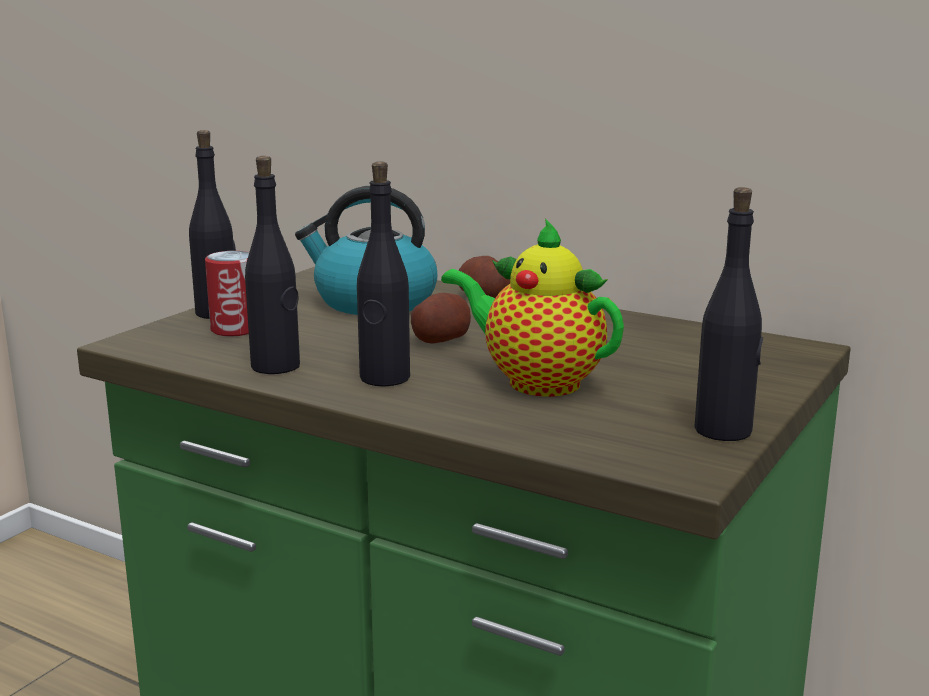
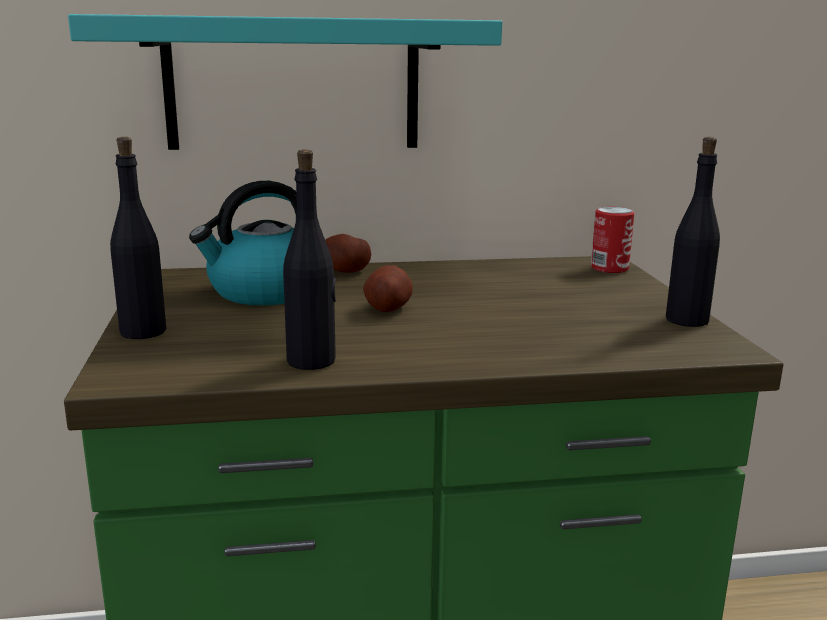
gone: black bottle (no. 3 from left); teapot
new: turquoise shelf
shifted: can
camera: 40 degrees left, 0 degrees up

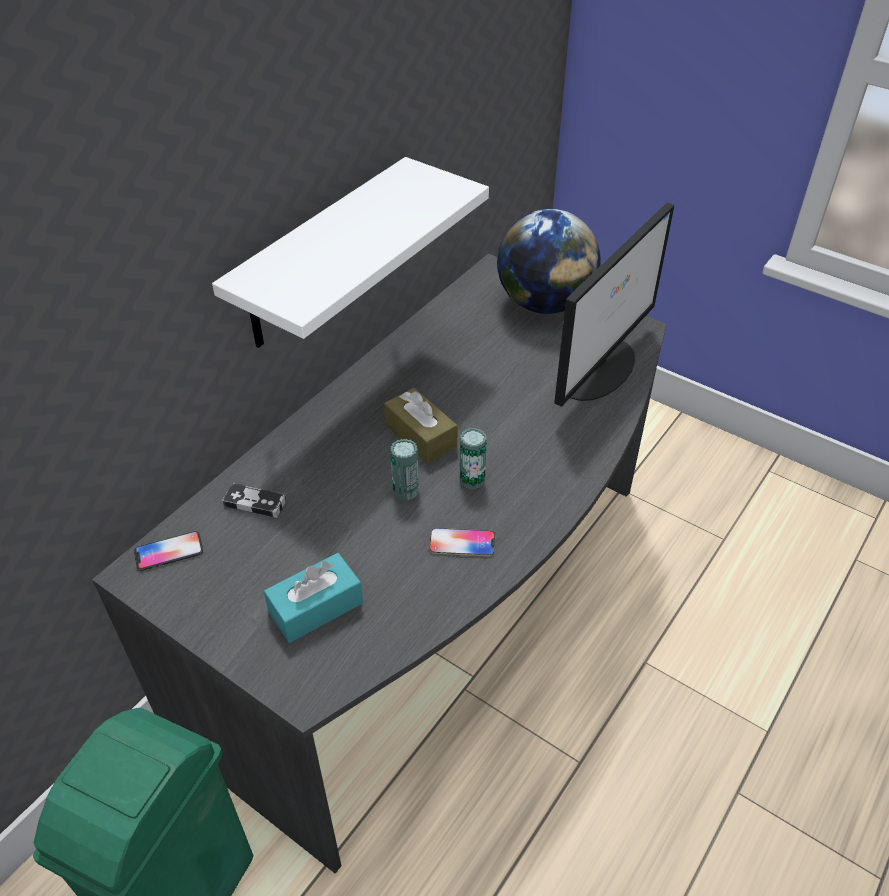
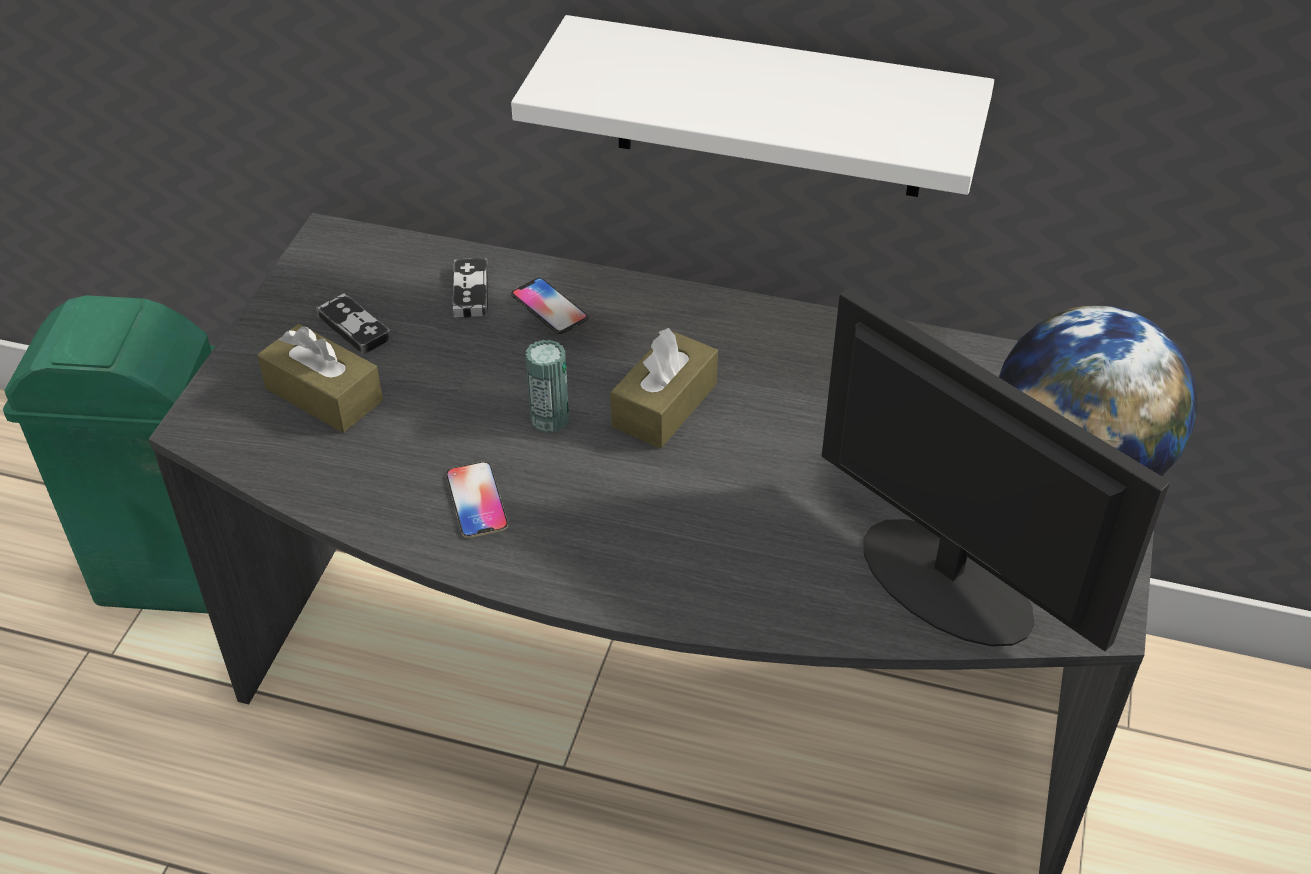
gone: can (no. 2 from left)
new: game controller (no. 1 from left)
shifted: phone (no. 1 from left in the first image) to phone (no. 2 from left)
repainted: turquoise tissue box to brown tissue box (no. 1 from left)
rotated: monitor 150 degrees counterclockwise
camera: 70 degrees right, 0 degrees up

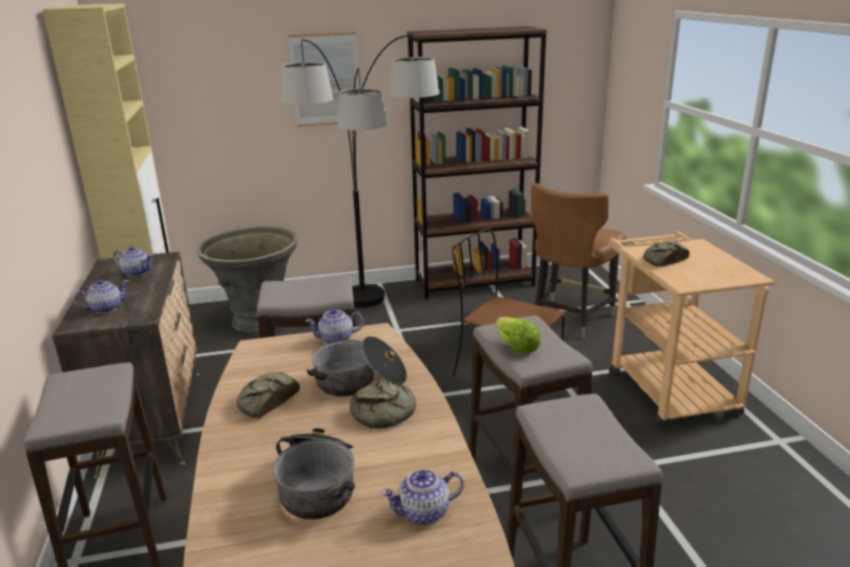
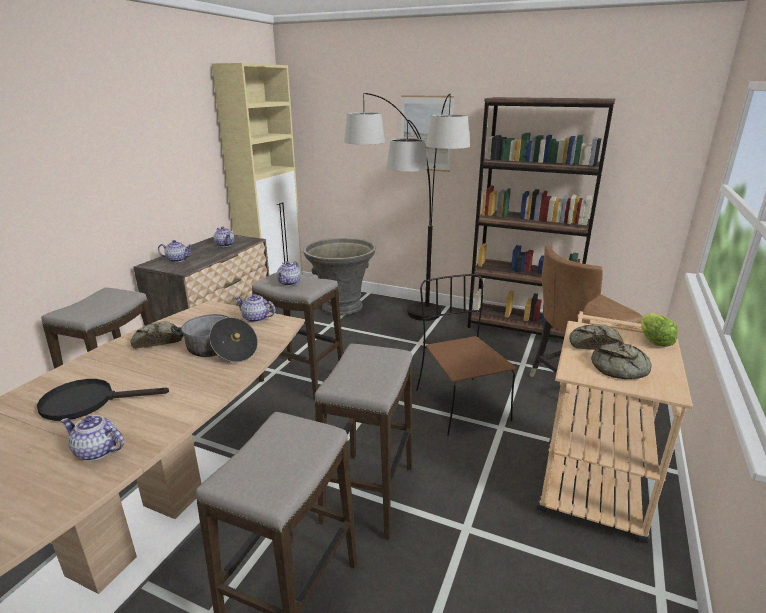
new: teapot (no. 5 from left)
shifted: lettuce; bread (no. 2 from left in the first image) to bread (no. 3 from left)
swapped: cooking pot (no. 1 from left) to black frying pan
camera: 35 degrees right, 0 degrees up

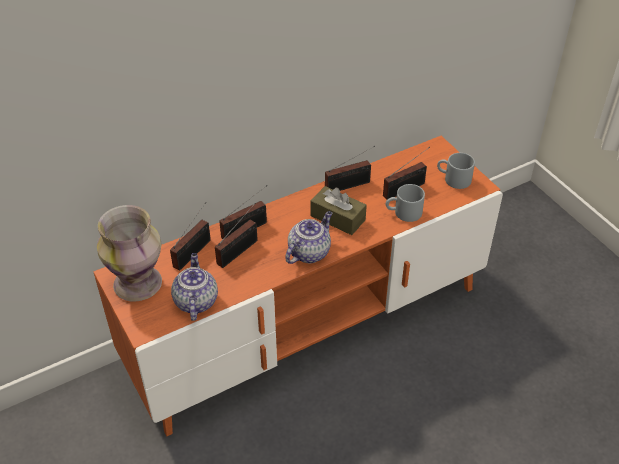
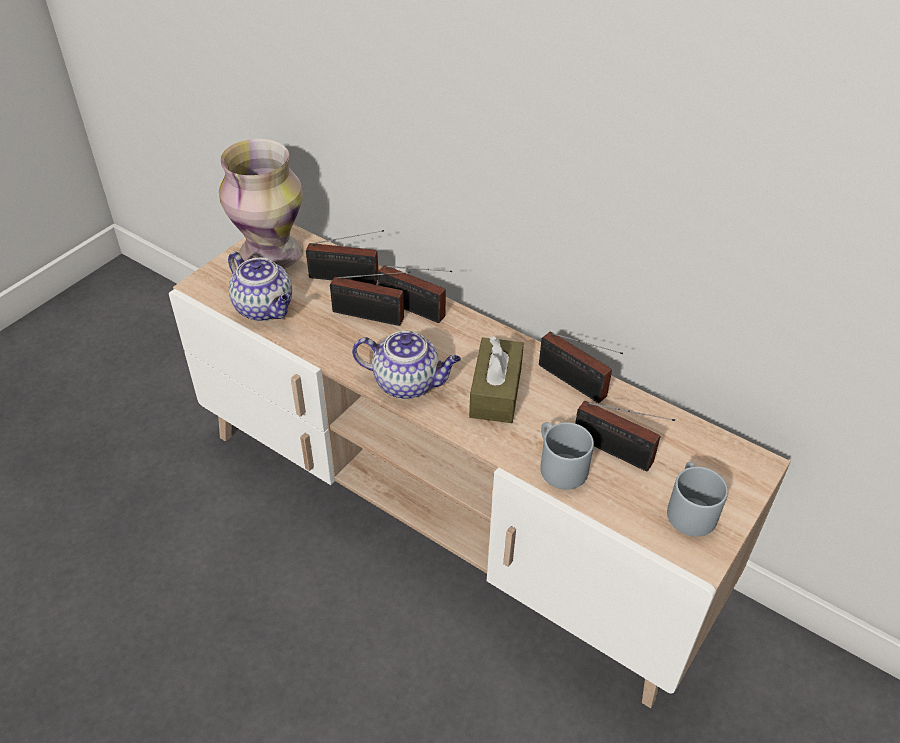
repainted: orange tv stand to beige tv stand
rotated: teapot (no. 1 from left) 75 degrees clockwise
camera: 65 degrees right, 0 degrees up

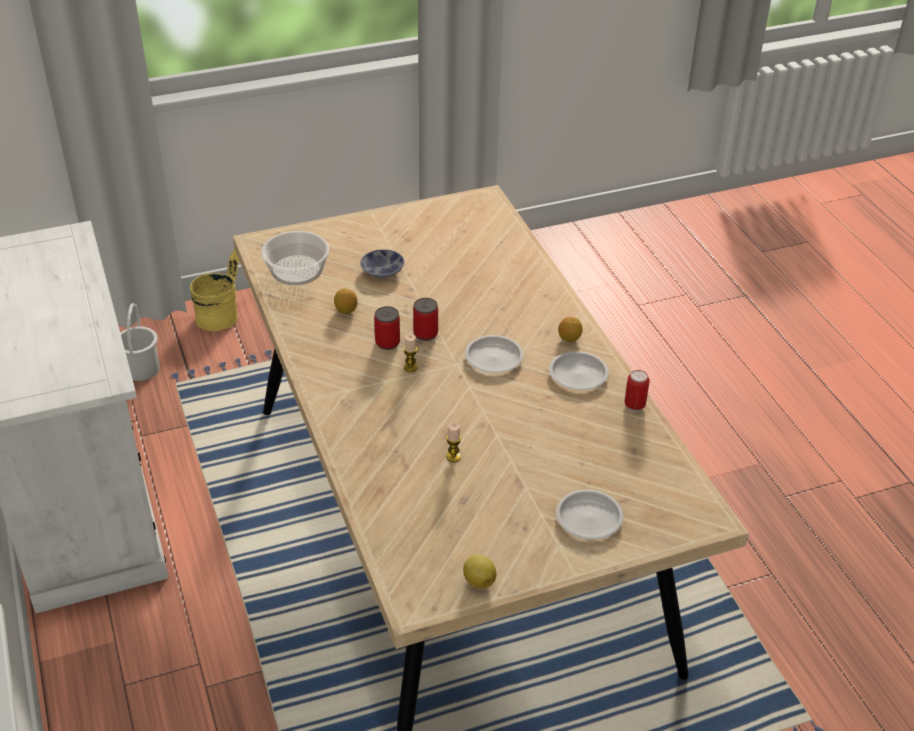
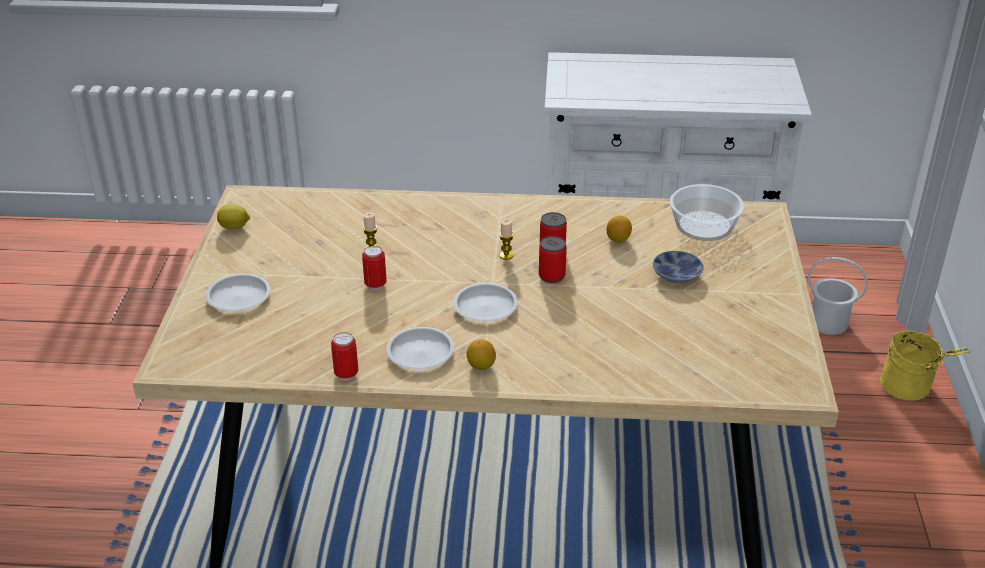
new: can (no. 2 from left)
camera: 115 degrees right, 5 degrees down

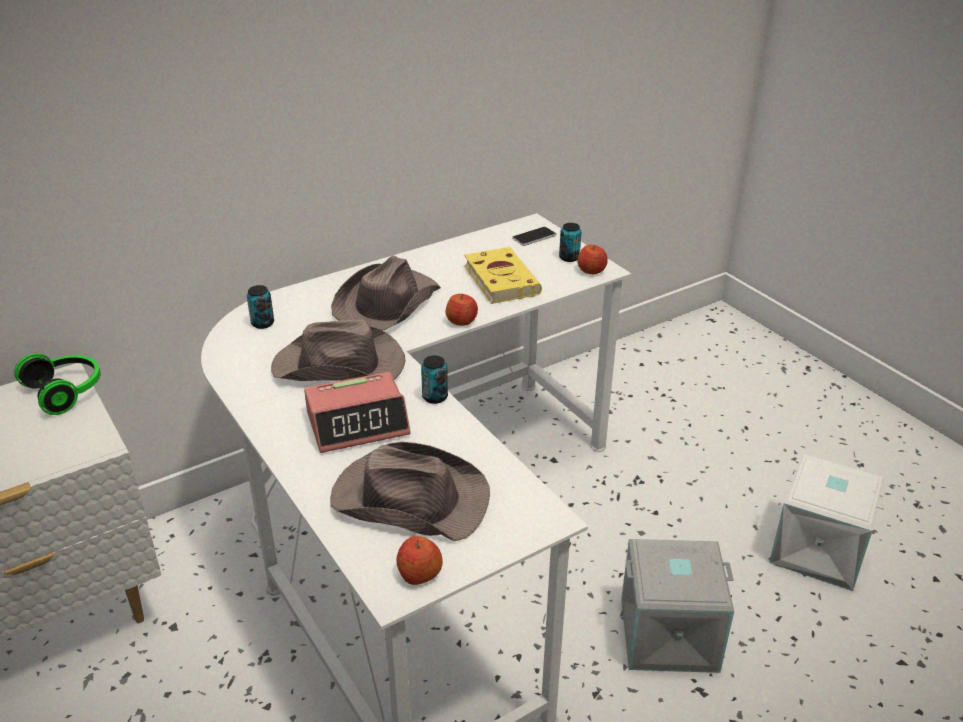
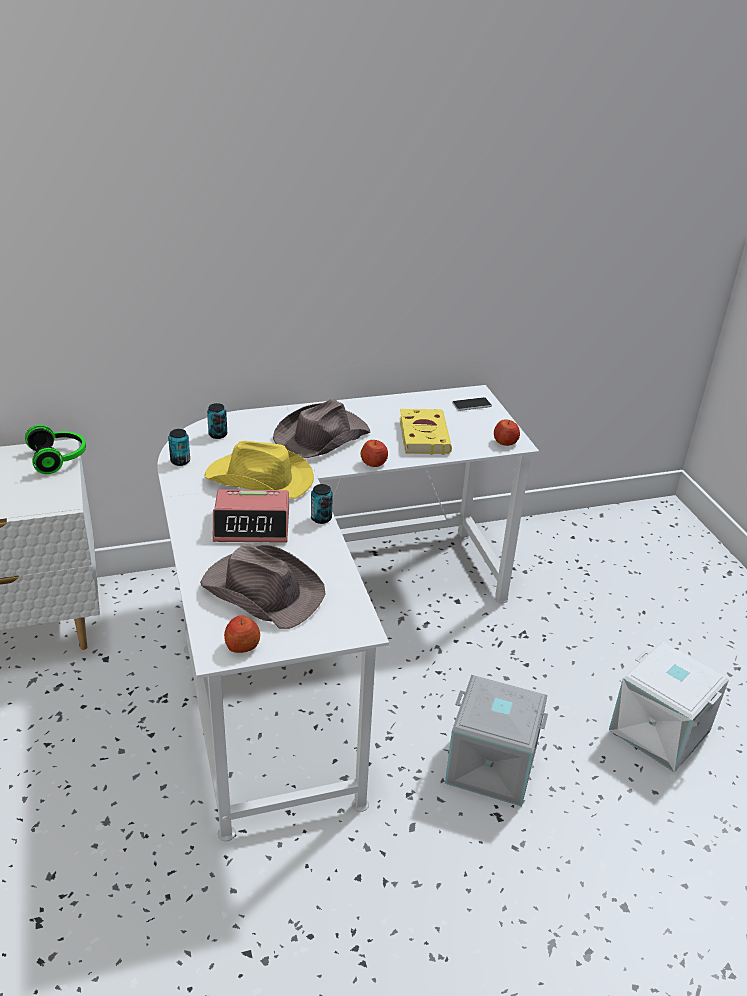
shifted: can (no. 3 from left in the first image) to can (no. 1 from left)
repainted: brown hat (no. 1 from left) to yellow hat
camera: 15 degrees right, 0 degrees up

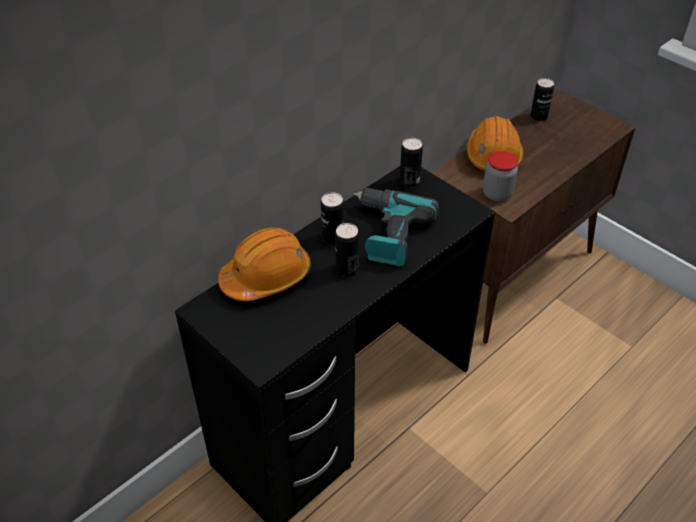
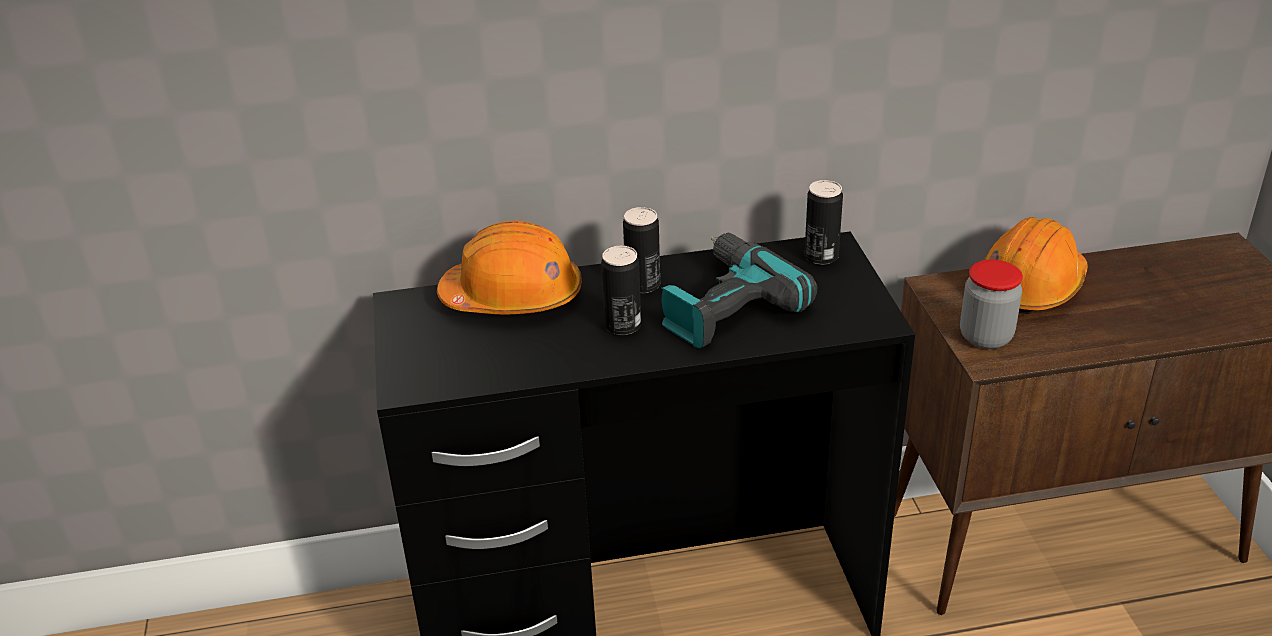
gone: can (no. 4 from left)
camera: 35 degrees right, 10 degrees down

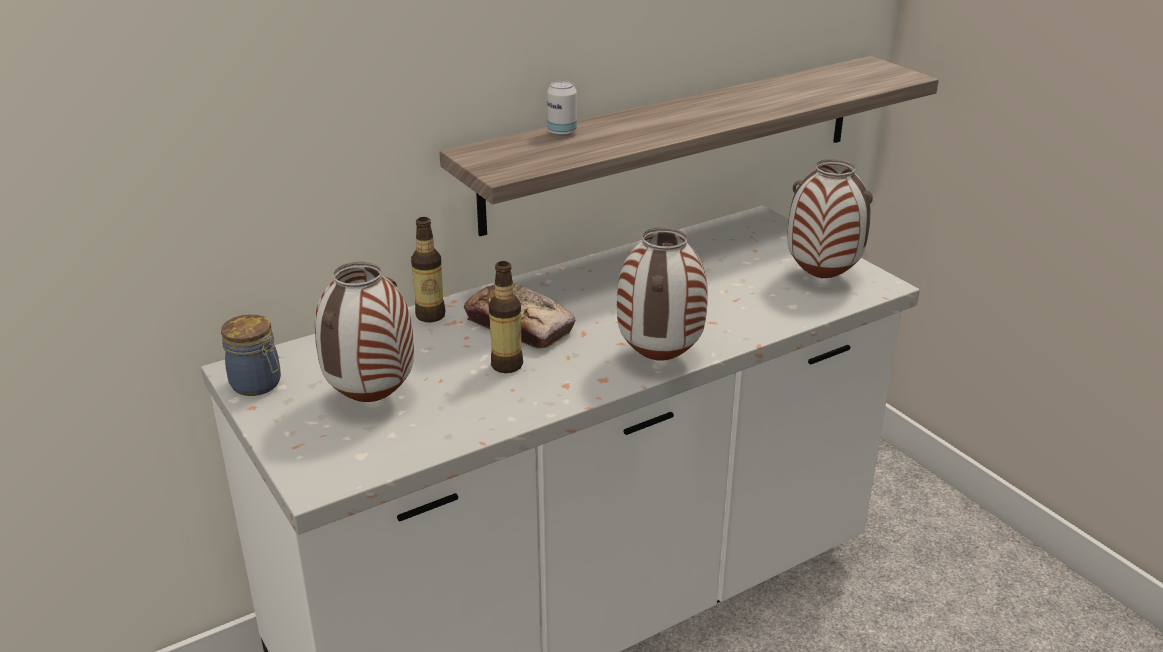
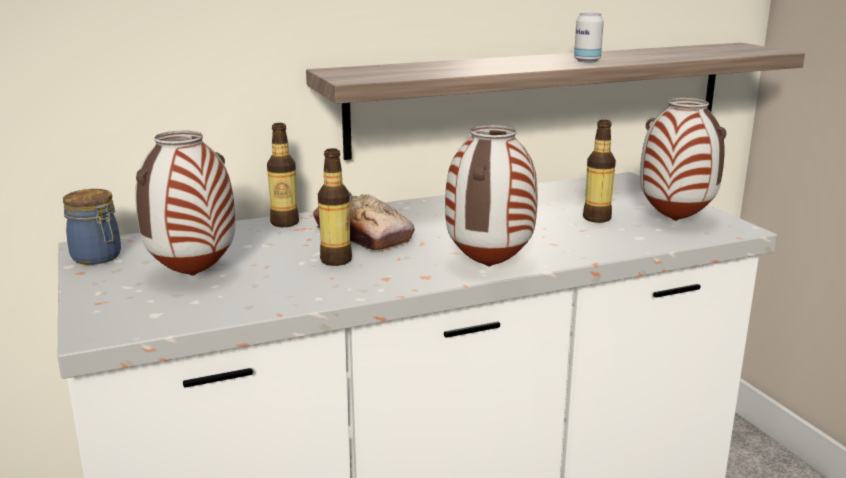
new: bottle (no. 3 from left)
shifted: can
camera: 10 degrees right, 10 degrees down

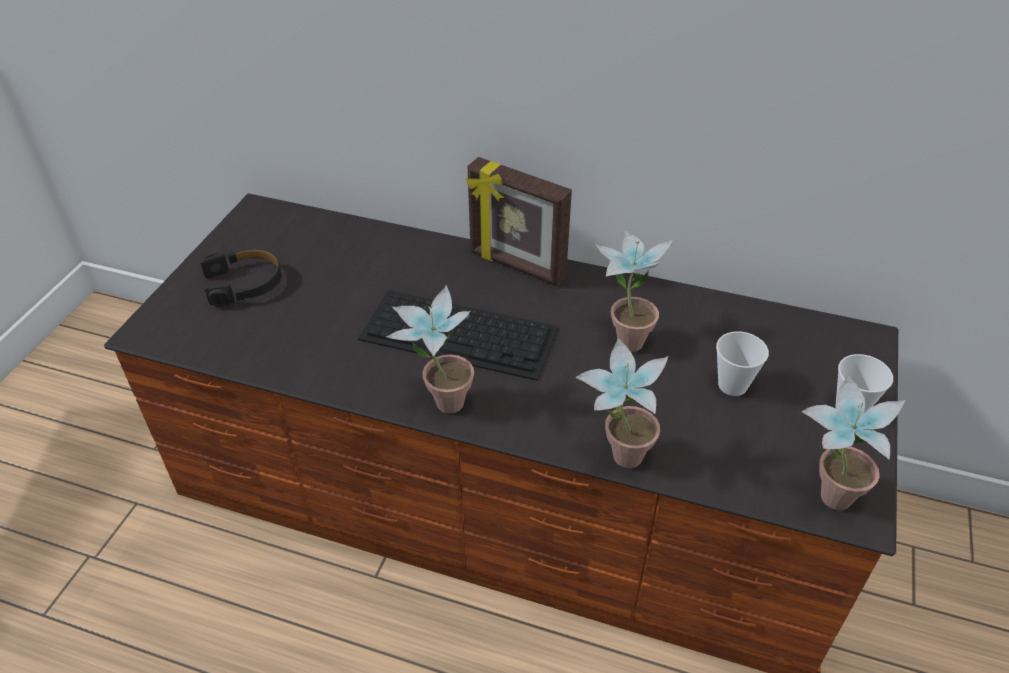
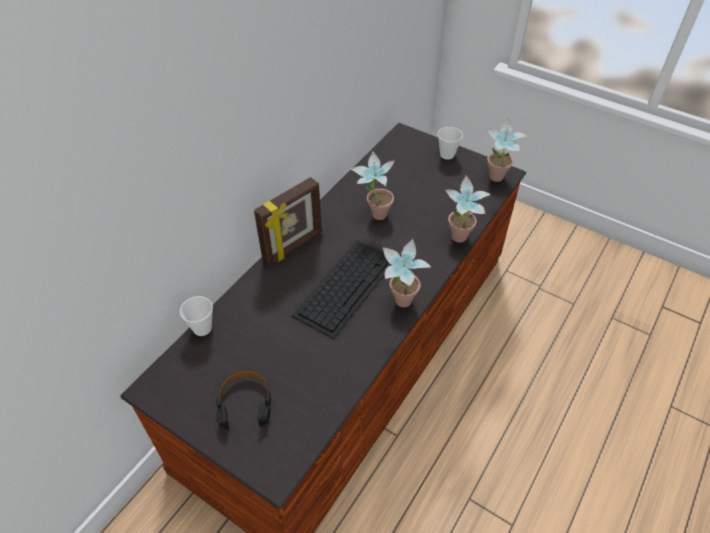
shifted: cup (no. 1 from left)
camera: 75 degrees left, 5 degrees up

